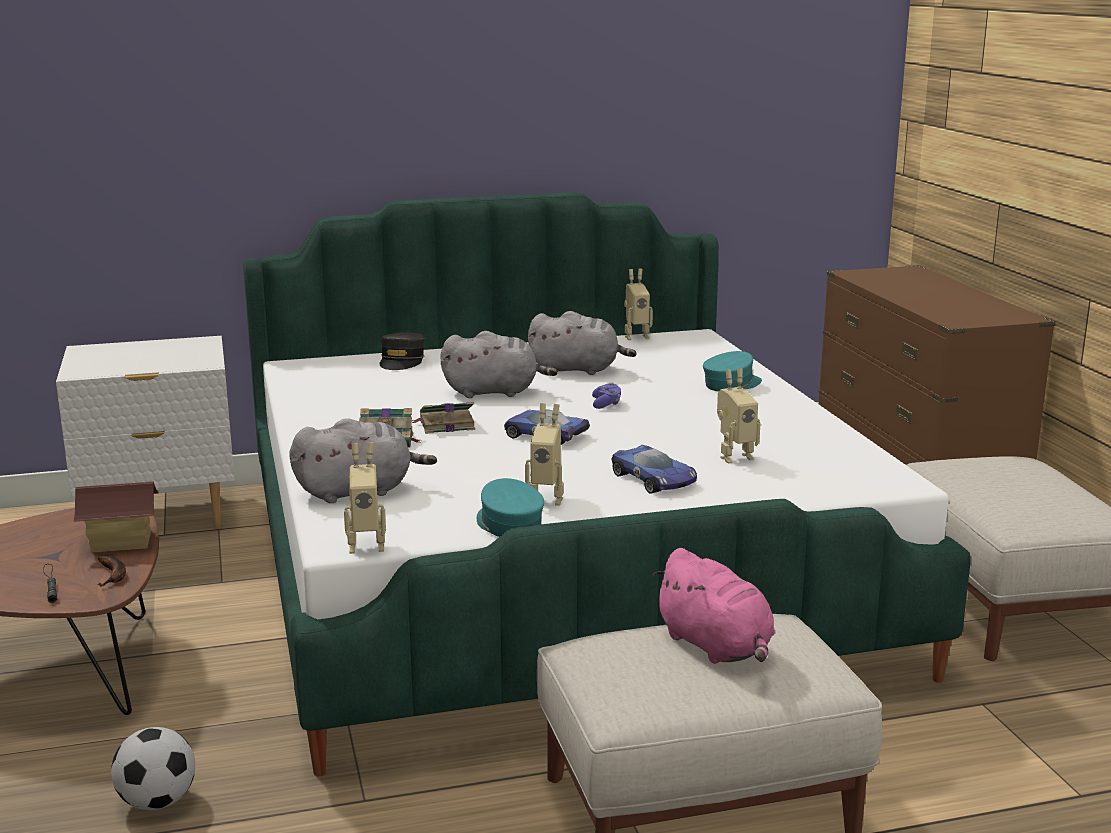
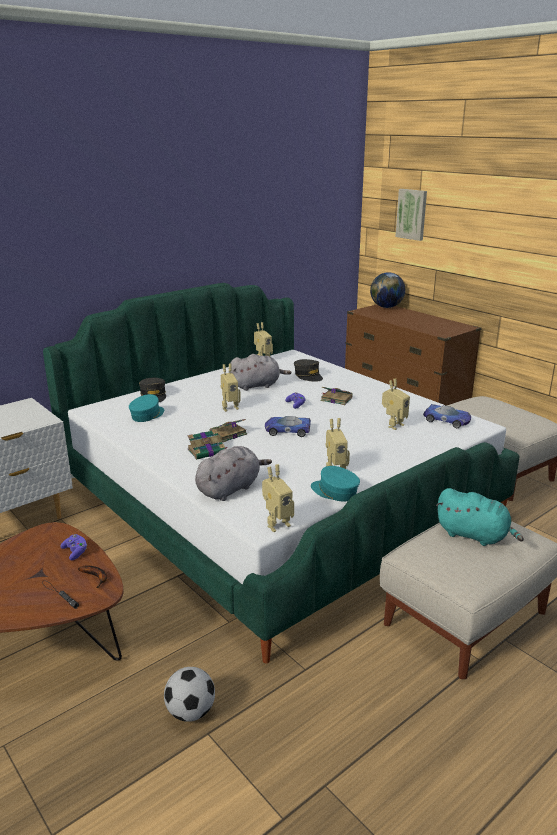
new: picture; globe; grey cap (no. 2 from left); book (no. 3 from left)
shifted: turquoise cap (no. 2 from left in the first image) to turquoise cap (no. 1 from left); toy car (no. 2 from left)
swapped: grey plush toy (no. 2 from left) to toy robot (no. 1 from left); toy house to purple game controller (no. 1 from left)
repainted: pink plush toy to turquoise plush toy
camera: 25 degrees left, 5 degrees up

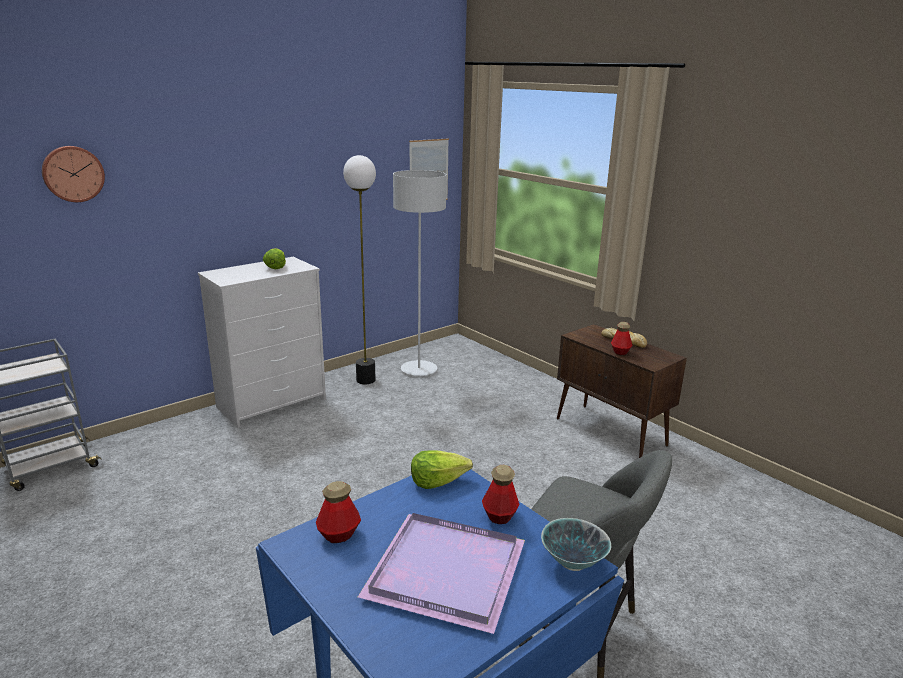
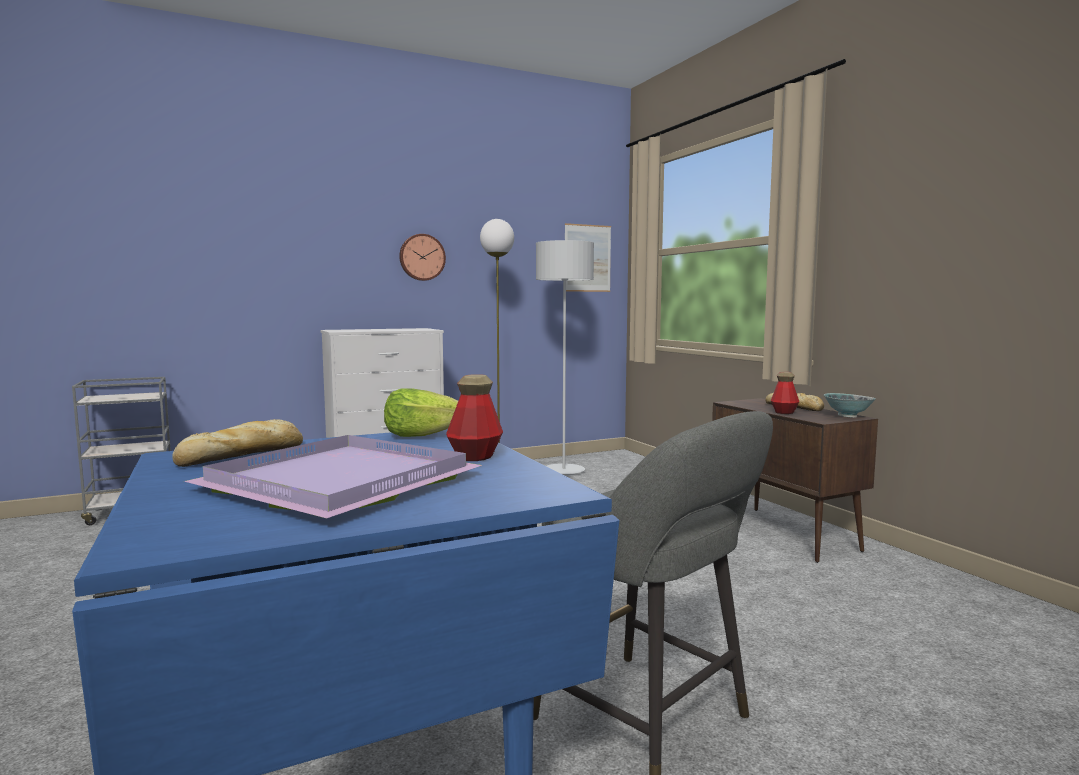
gone: lettuce (no. 1 from left)
shifted: wall clock; bowl
swapped: bottle (no. 1 from left) to bread (no. 1 from left)
camera: 15 degrees right, 15 degrees down

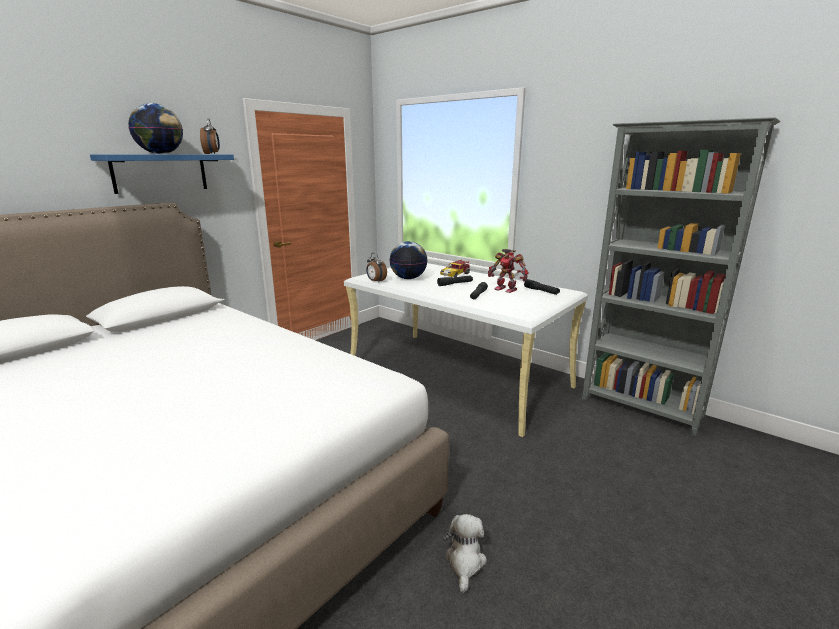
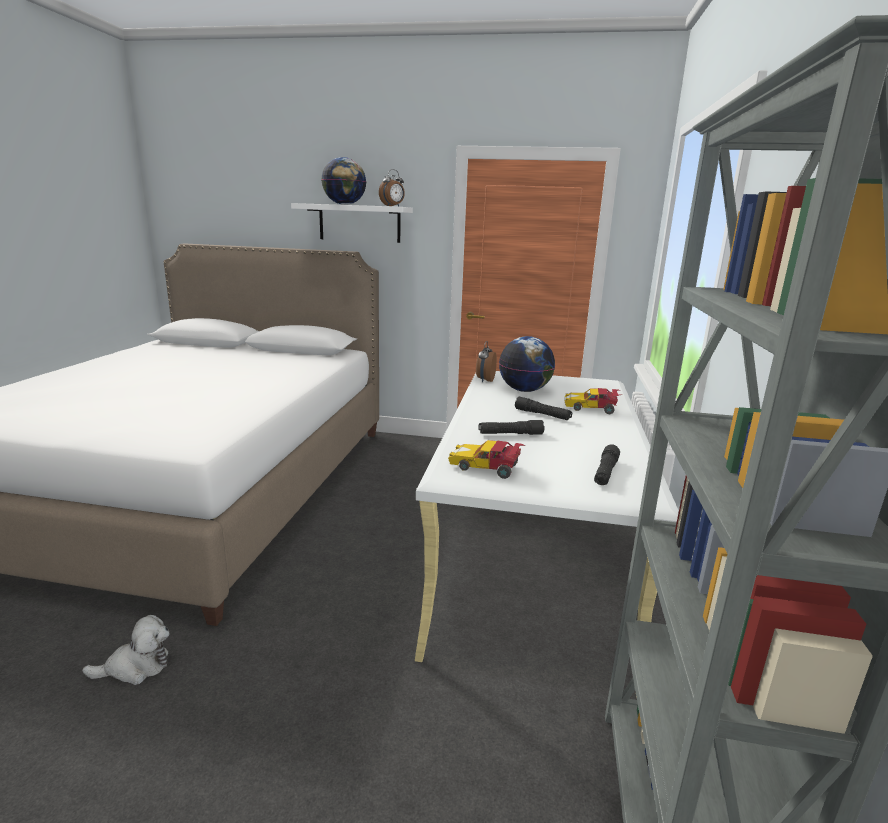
gone: toy robot
new: toy car (no. 1 from left)
repainted: blue shelf to white shelf
camera: 60 degrees right, 0 degrees up

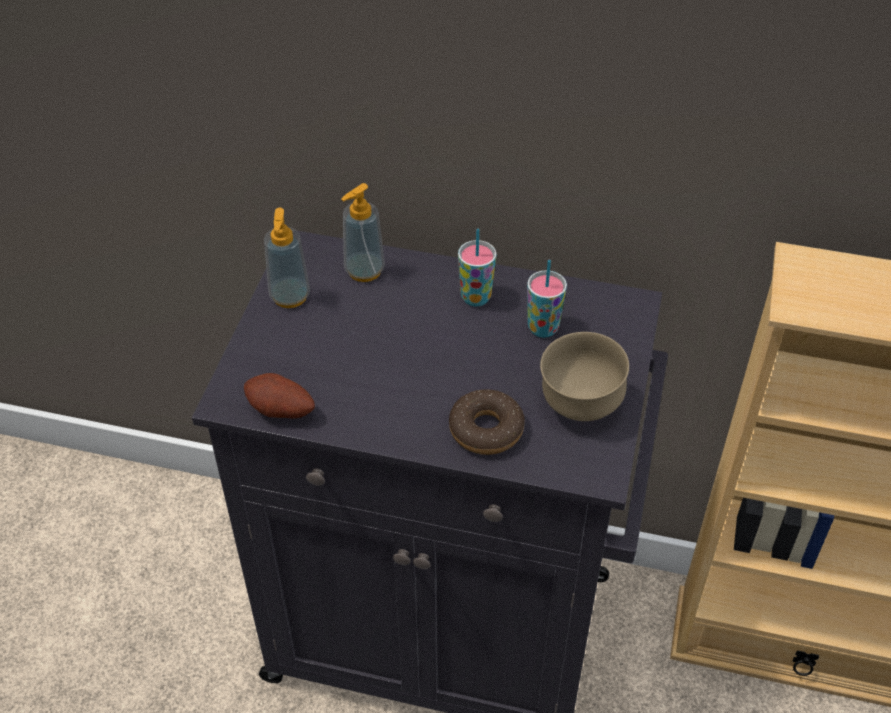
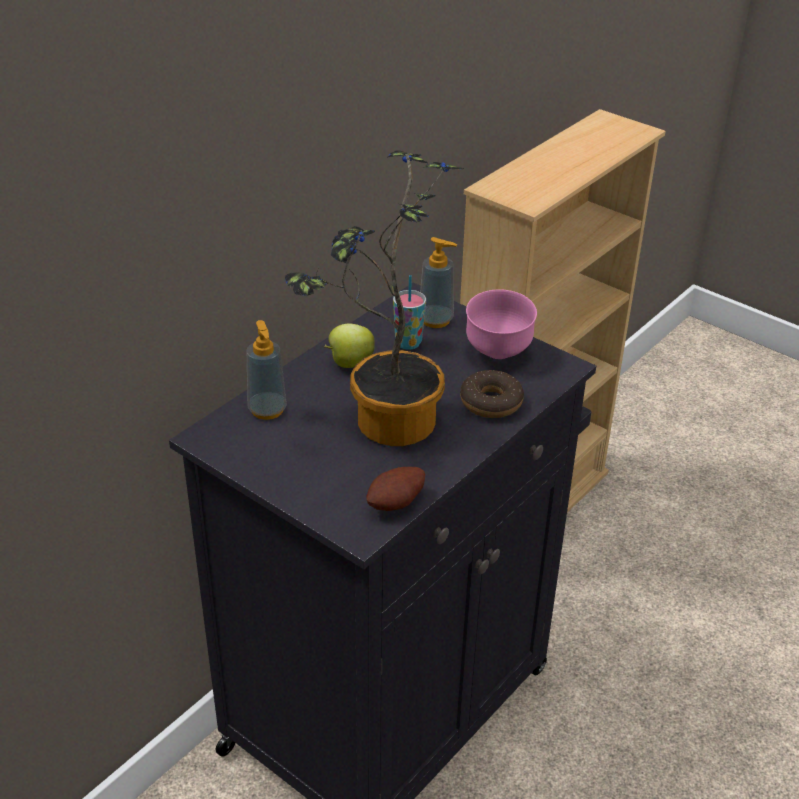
new: potted plant
shifted: soap dispenser (no. 1 from left in the first image) to soap dispenser (no. 2 from left)
swapped: cup (no. 1 from left) to apple
repainted: brown bowl to pink bowl
camera: 65 degrees left, 10 degrees down

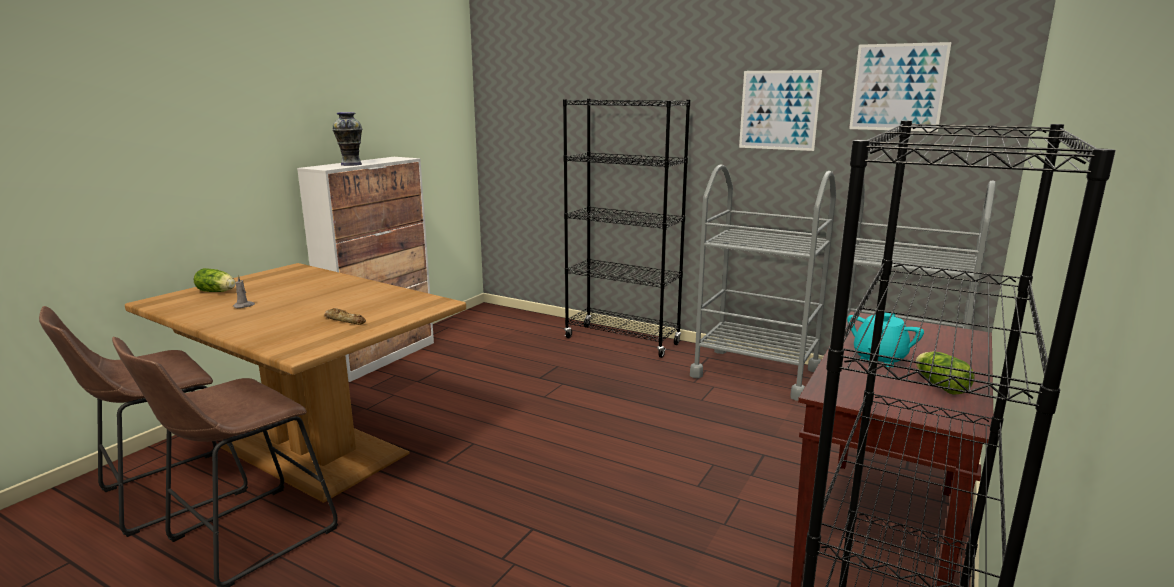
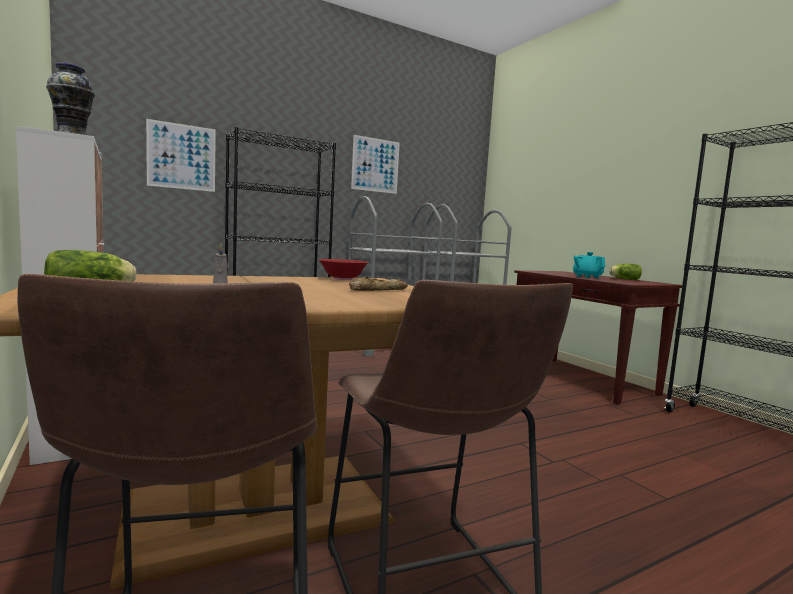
new: red bowl
shifted: picture (no. 2 from left in the first image) to picture (no. 1 from left)
camera: 60 degrees left, 10 degrees down

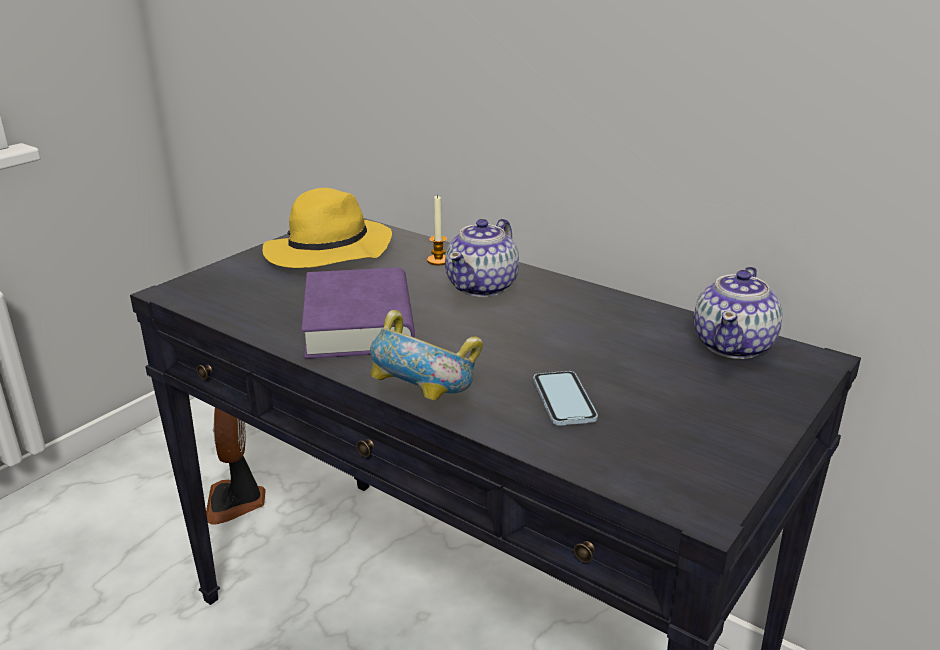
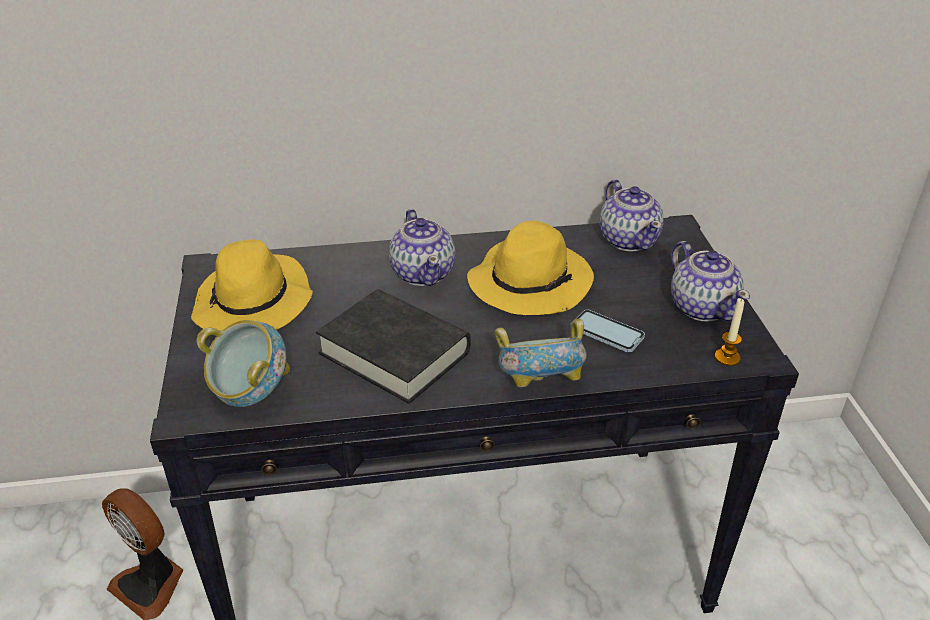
new: yellow hat (no. 2 from left); teapot (no. 3 from left); bowl (no. 1 from left)
shifted: candle
repainted: purple book to black book
camera: 45 degrees left, 10 degrees up

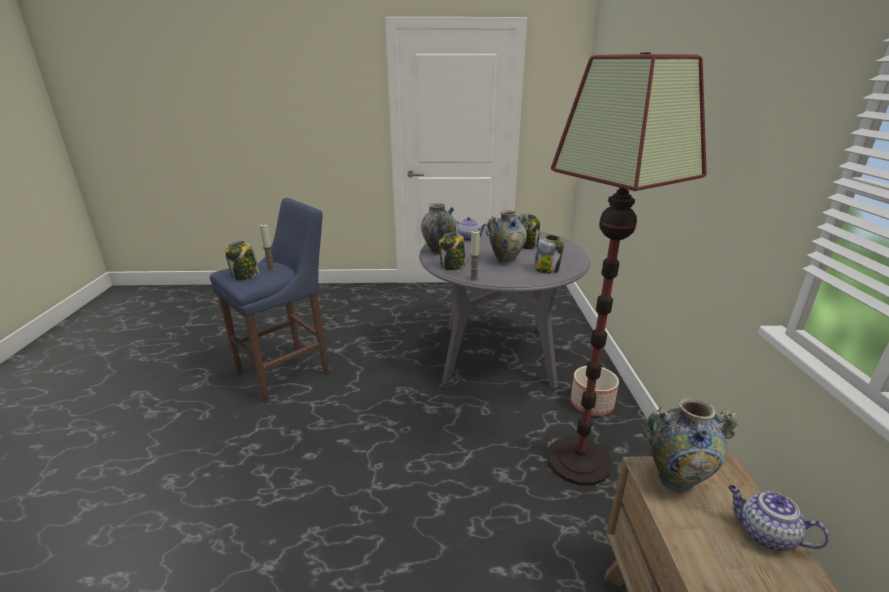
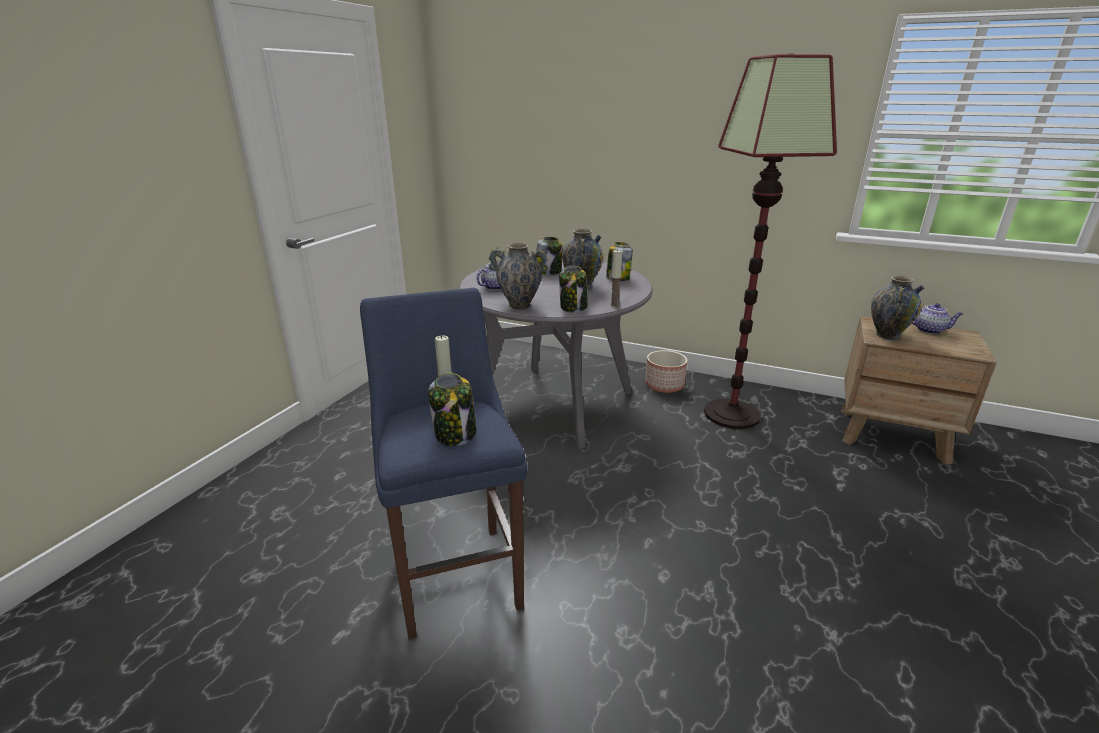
rotated: teapot (no. 2 from left) 135 degrees counterclockwise
camera: 65 degrees left, 0 degrees up

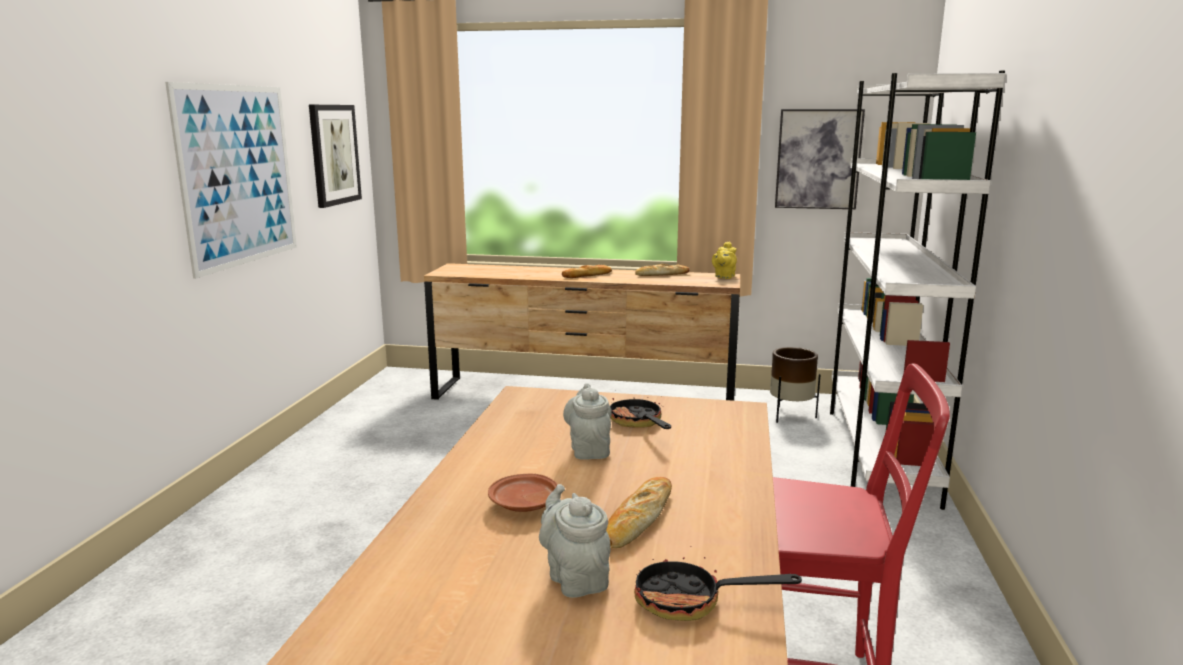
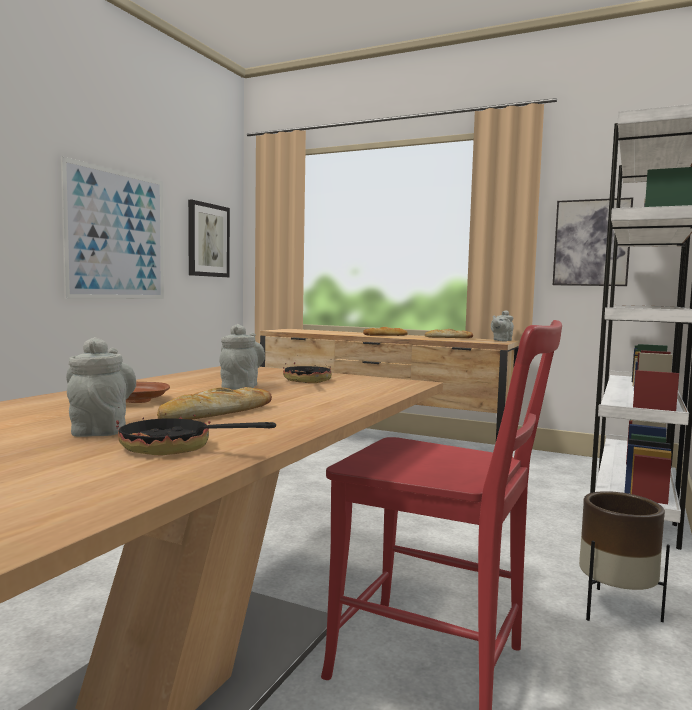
shifted: brown planter
repainted: yellow teapot to grey teapot (no. 3 from left)
camera: 15 degrees right, 10 degrees down

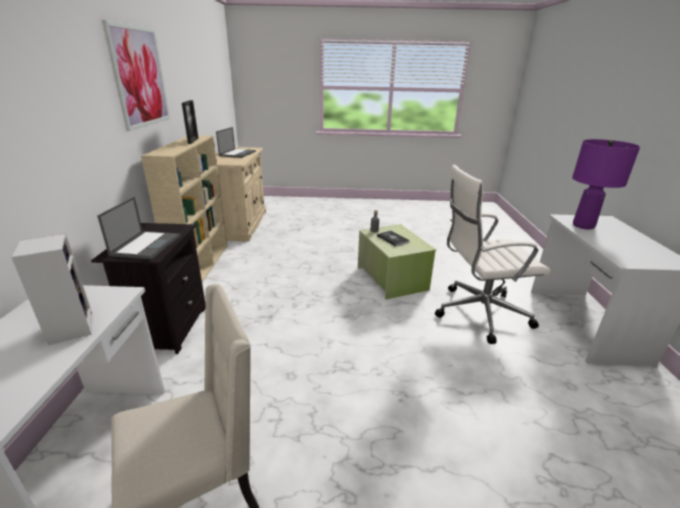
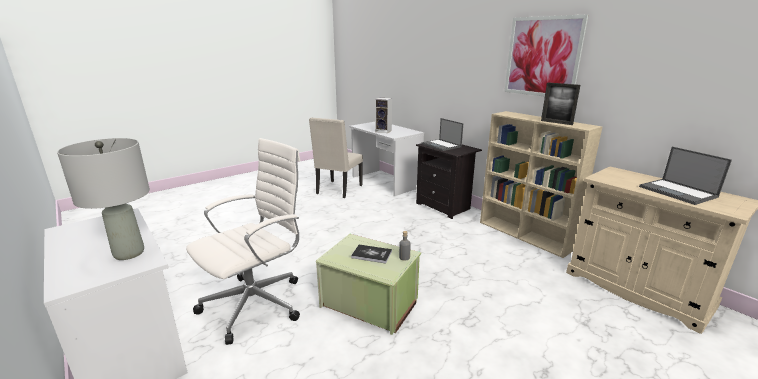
repainted: purple table lamp to grey table lamp
camera: 140 degrees right, 5 degrees down

